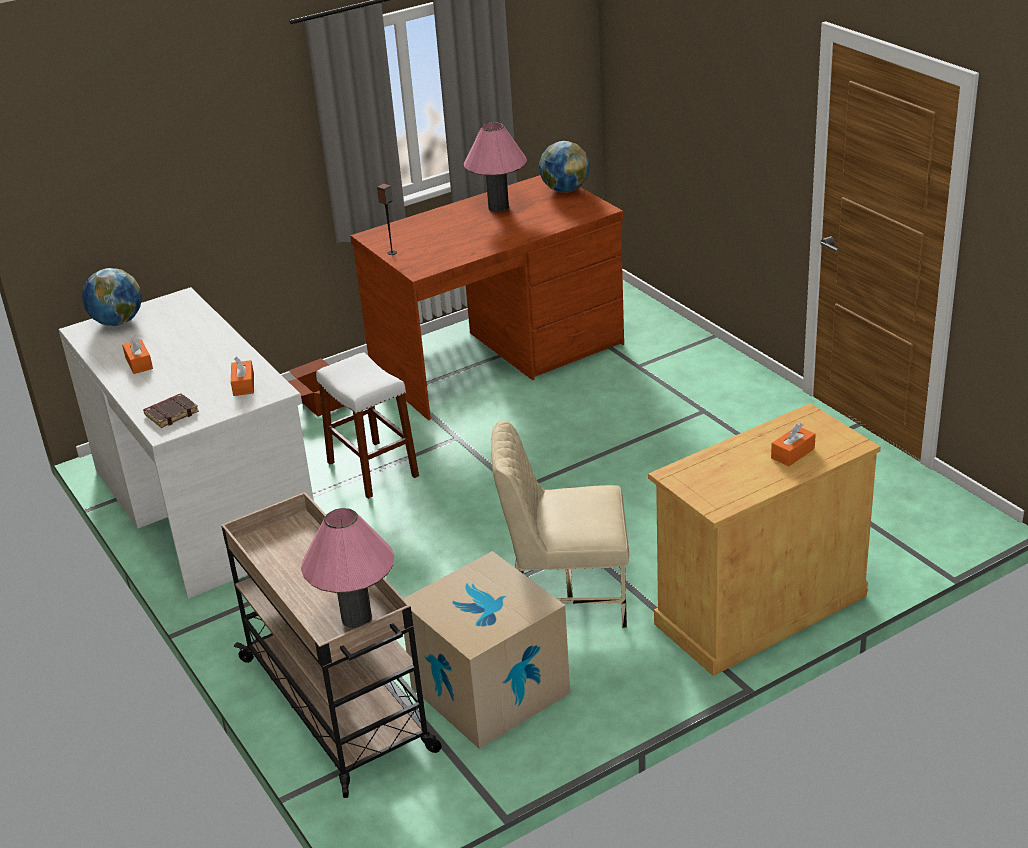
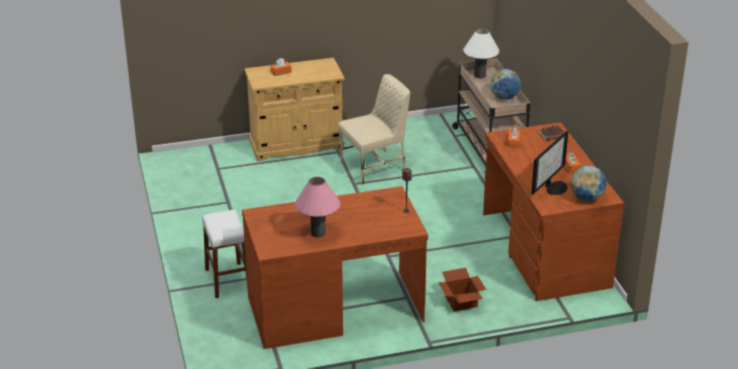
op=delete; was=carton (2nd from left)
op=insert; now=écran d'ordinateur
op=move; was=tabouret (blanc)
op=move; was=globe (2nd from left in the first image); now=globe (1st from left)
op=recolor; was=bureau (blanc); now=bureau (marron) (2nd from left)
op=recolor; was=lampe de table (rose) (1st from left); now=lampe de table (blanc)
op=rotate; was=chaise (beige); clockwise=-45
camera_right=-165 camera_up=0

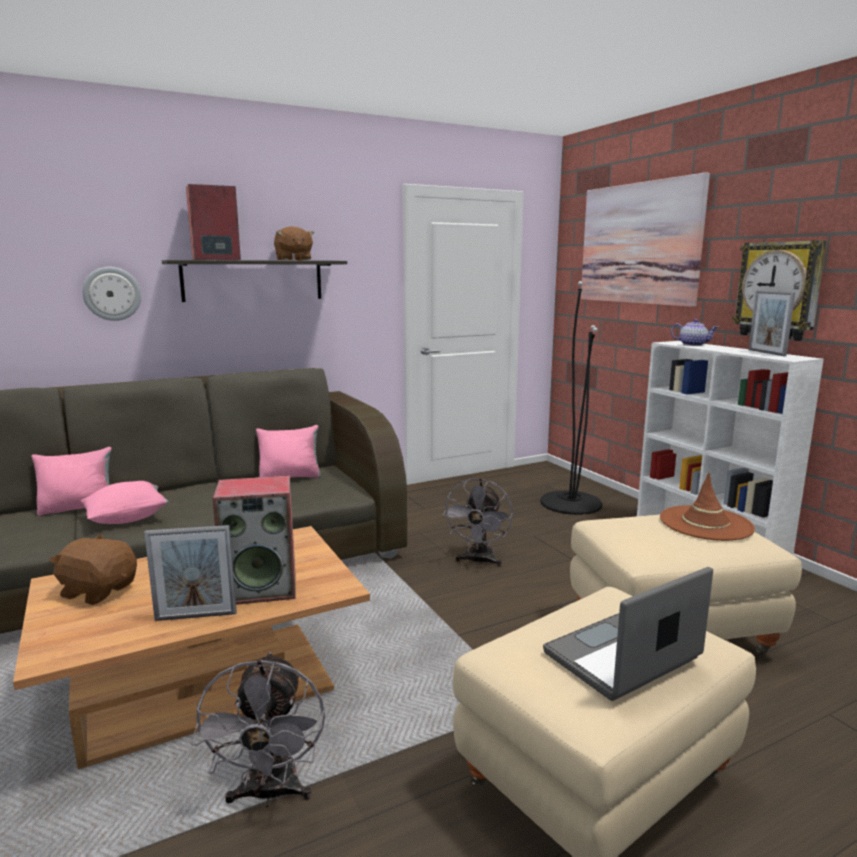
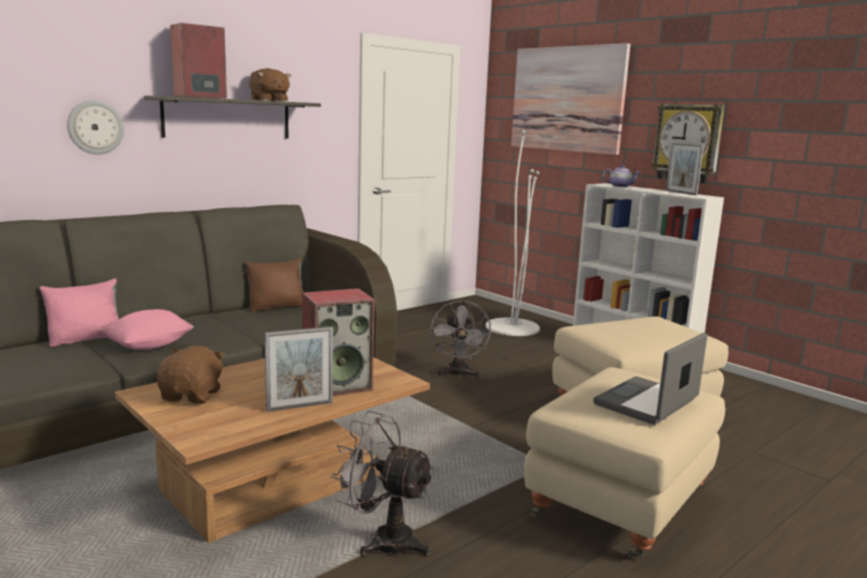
op=delete; was=chapeau (marron)
op=recolor; was=coussin (rose) (3rd from left); now=coussin (marron)
op=recolor; was=lampadaire (noir); now=lampadaire (blanc)
op=rotate; was=peluche (marron) (1st from left); clockwise=90
op=rotate; was=ventilateur (gris) (1st from left); clockwise=135
camera_right=-15 camera_up=0

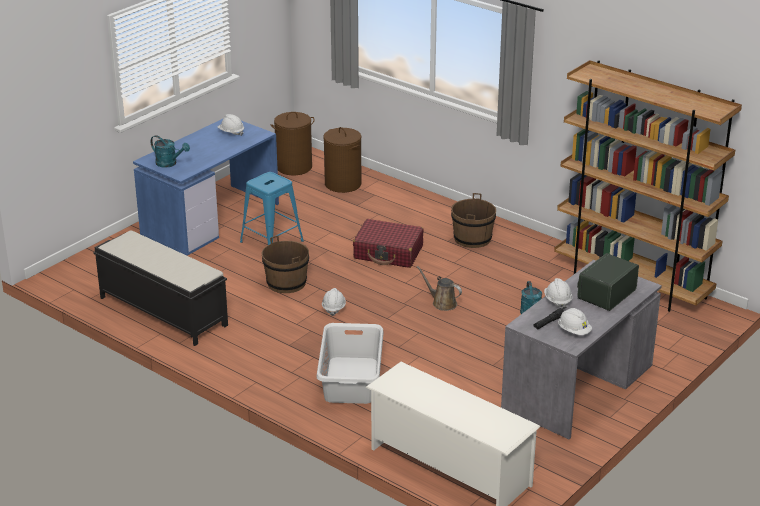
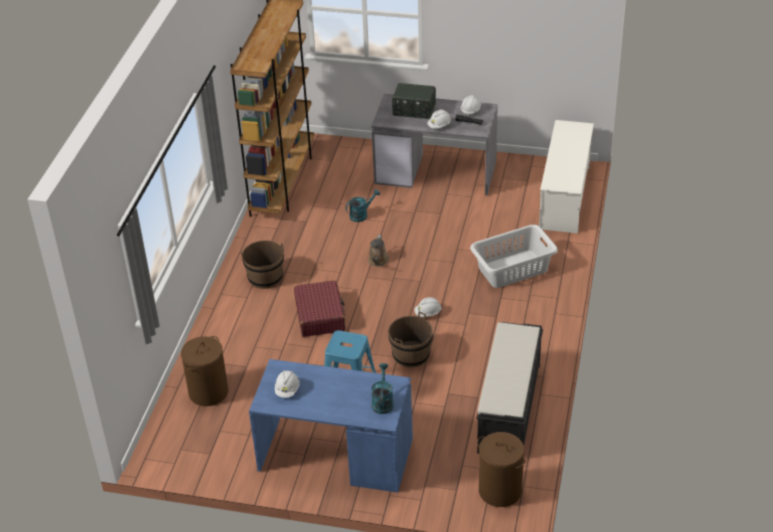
op=move; was=panier à linge (marron) (1st from left in the first image); now=panier à linge (marron) (2nd from left)
camera_right=-115 camera_up=10

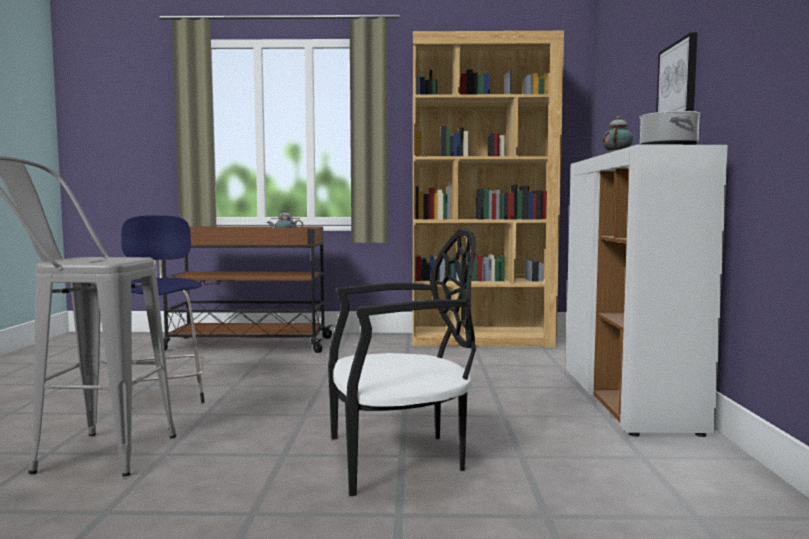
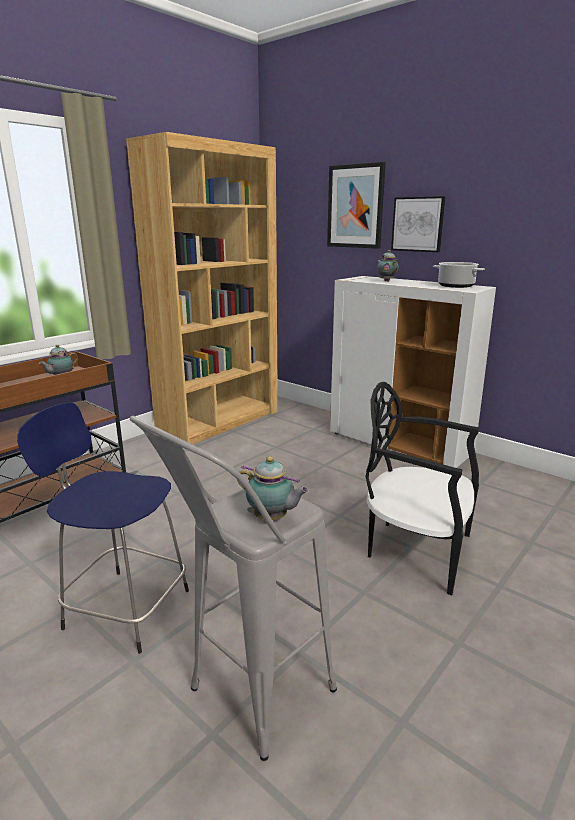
op=insert; now=théière (2nd from left)
op=insert; now=tableau (1st from left)
op=rotate; was=chaise (noir); clockwise=-90
camera_right=-50 camera_up=15

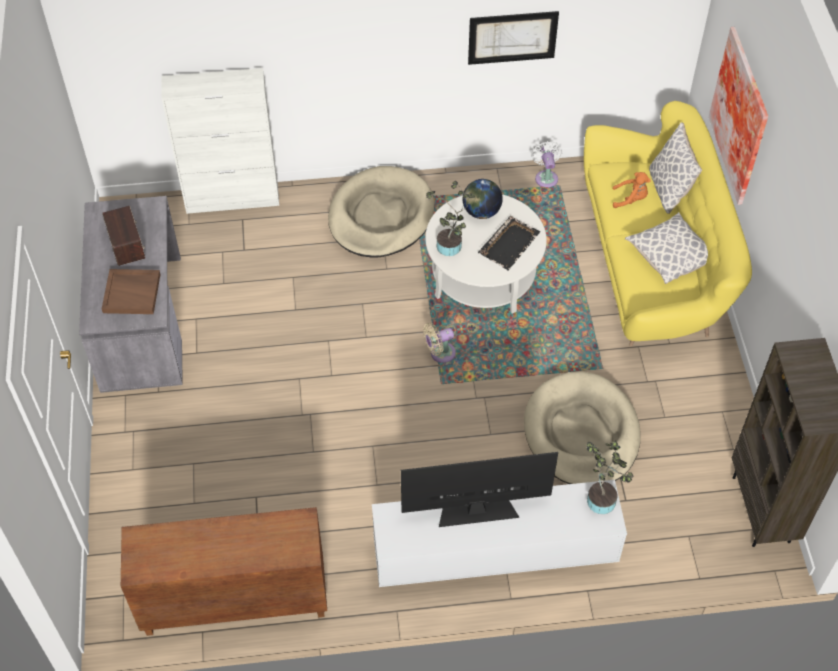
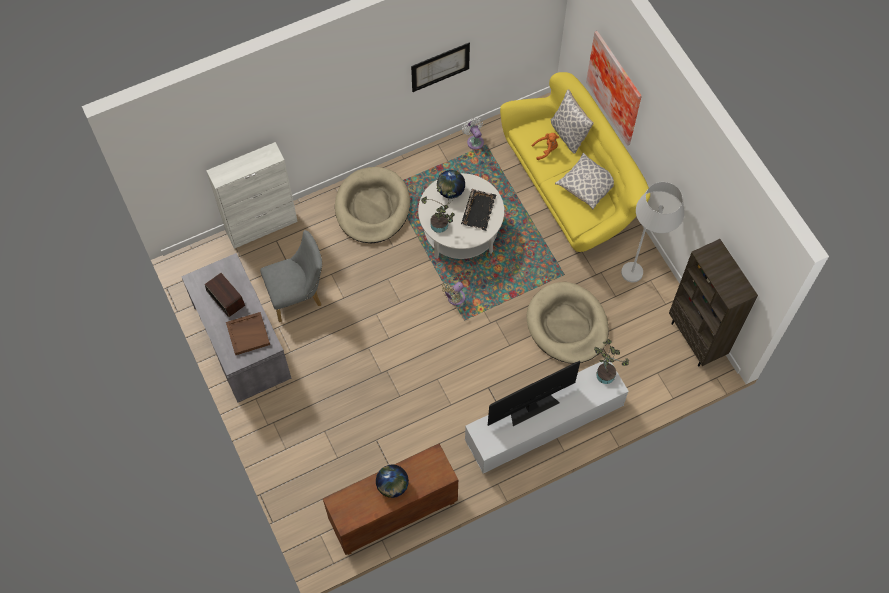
op=insert; now=chaise (gris)
op=insert; now=globe (1st from left)
op=insert; now=lampadaire (blanc)
camera_right=-20 camera_up=10

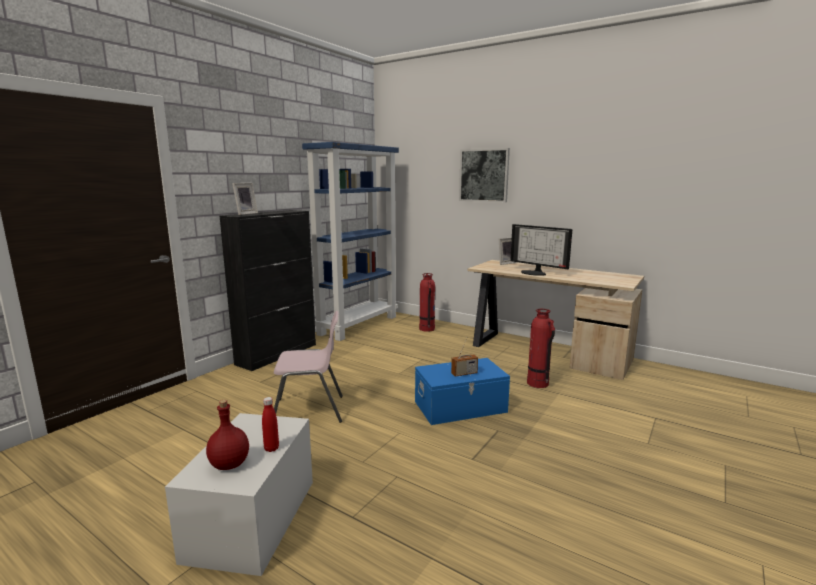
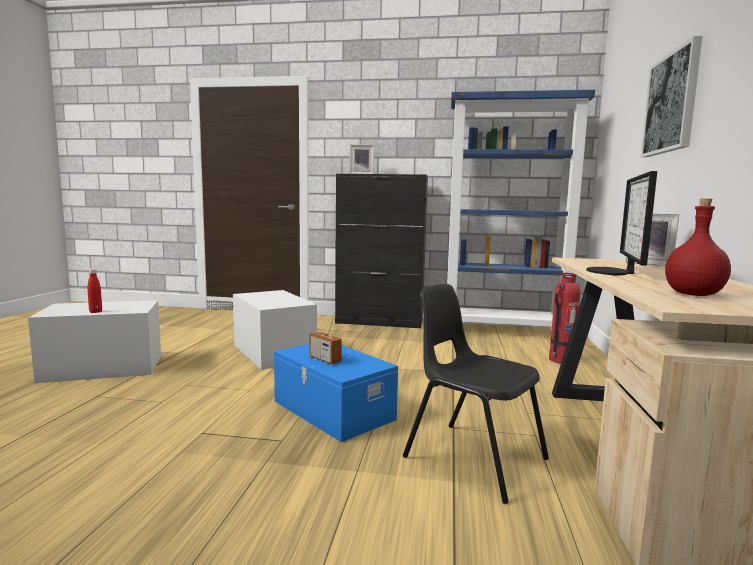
op=move; was=bouteille (rouge) (1st from left in the first image); now=bouteille (rouge) (2nd from left)
op=replace; was=chaise (rose); now=boîte de rangement (blanc) (2nd from left)
op=replace; was=extincteur (2nd from left); now=chaise (noir)
camera_right=65 camera_up=-5

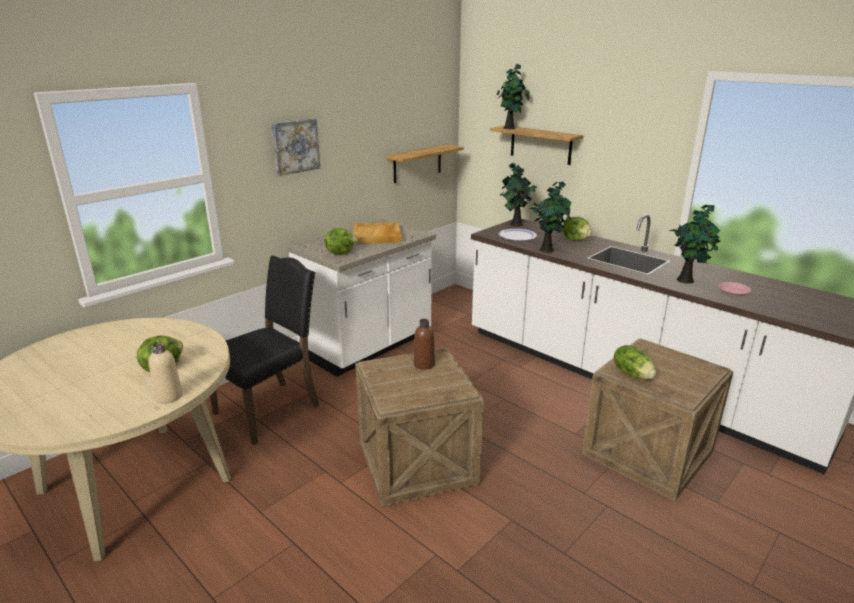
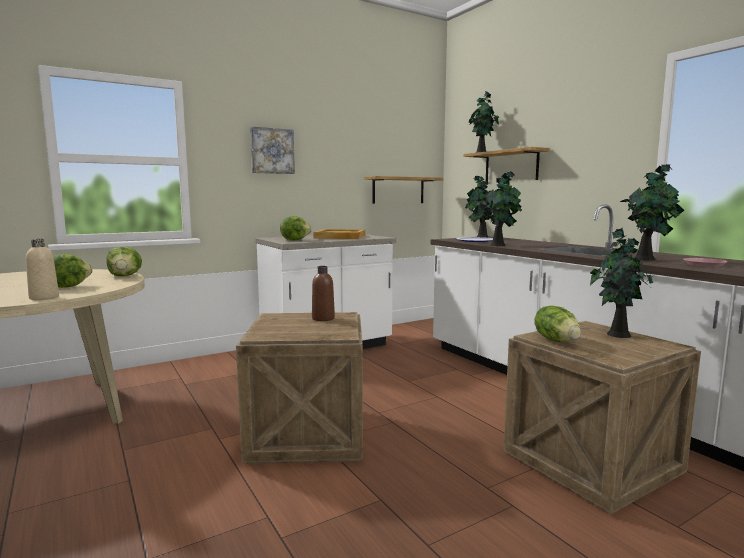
op=delete; was=chaise (noir)
op=insert; now=plante en pot (4th from left)
op=move; was=laitue (3rd from left in the first image); now=laitue (2nd from left)
camera_right=15 camera_up=-15

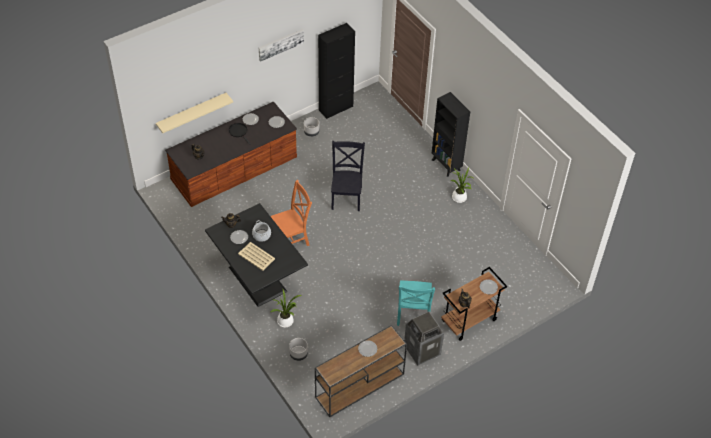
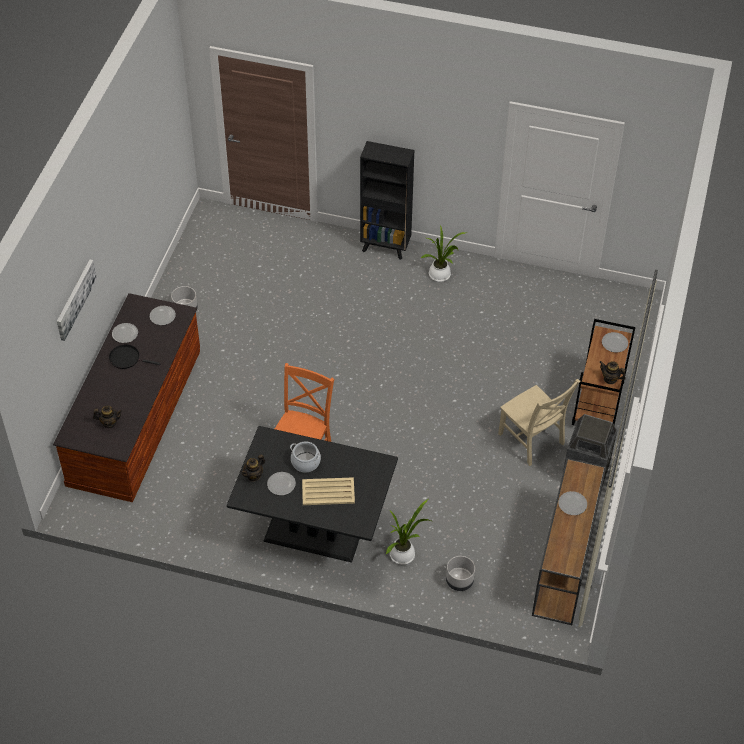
op=delete; was=étagère (beige)
op=delete; was=meuble de rangement (noir)
op=delete; was=chaise (noir)
op=move; was=tableau
op=recolor; was=chaise (turquoise); now=chaise (beige)
camera_right=-40 camera_up=0

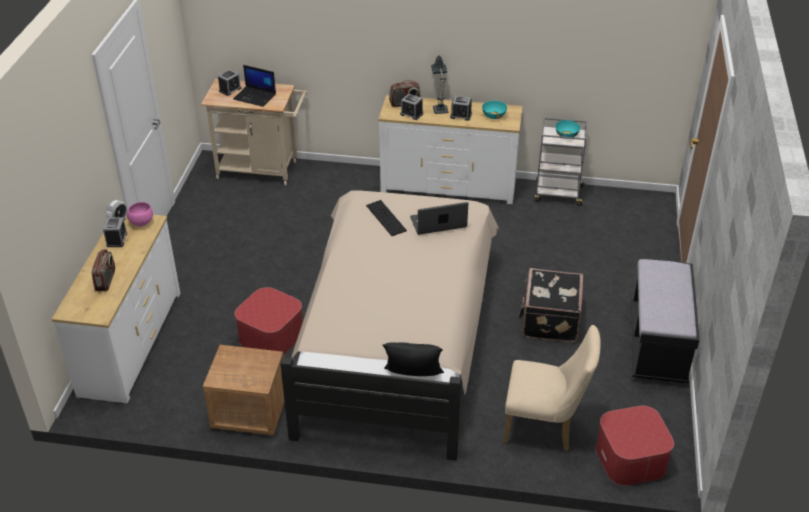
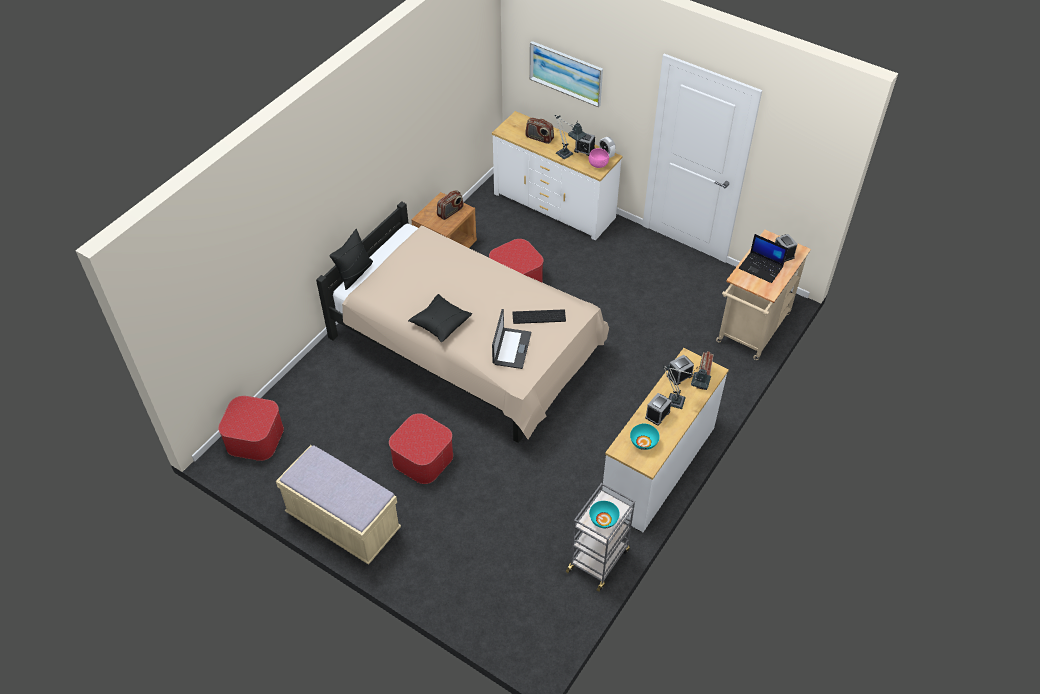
op=delete; was=chaise (beige)
op=insert; now=coussin (noir) (2nd from left)
op=insert; now=radio (1st from left)
op=insert; now=tableau
op=insert; now=lampe de table (1st from left)
op=replace; was=valise (noir); now=pouf (2nd from left)
op=recolor; was=banc (noir); now=banc (beige)
op=rotate; was=ordinateur portable (1st from left in the first image); clockwise=-105
camera_right=115 camera_up=10

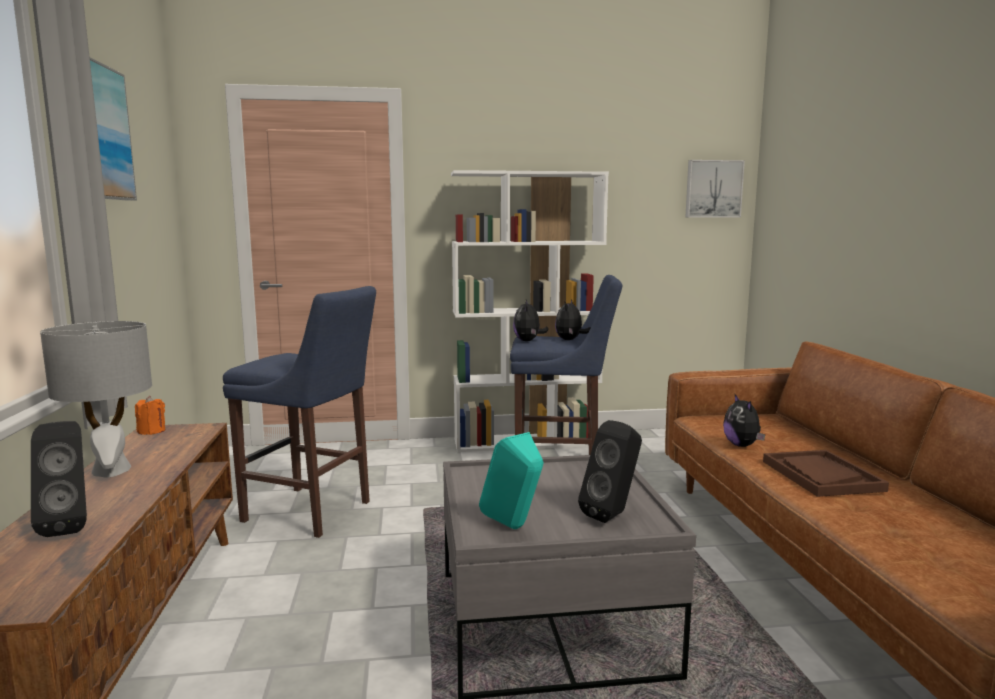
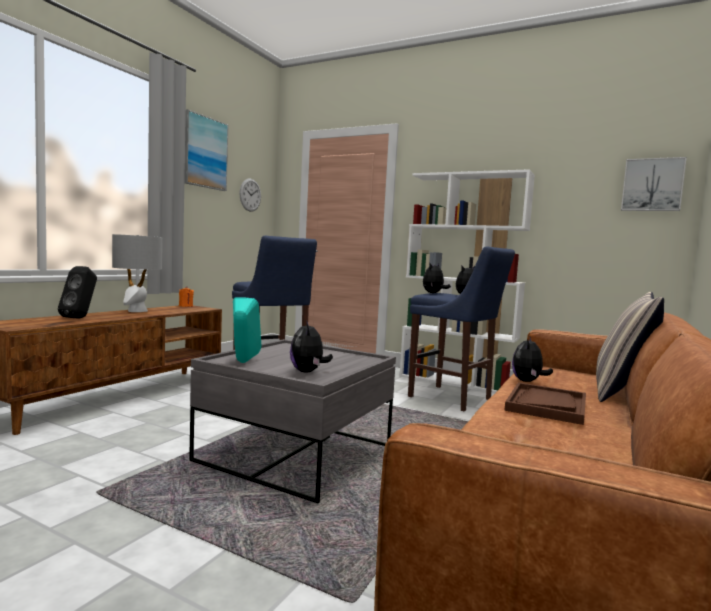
op=insert; now=horloge murale
op=insert; now=coussin
op=replace; was=enceinte (noir) (2nd from left); now=peluche (1st from left)
camera_right=35 camera_up=-5

